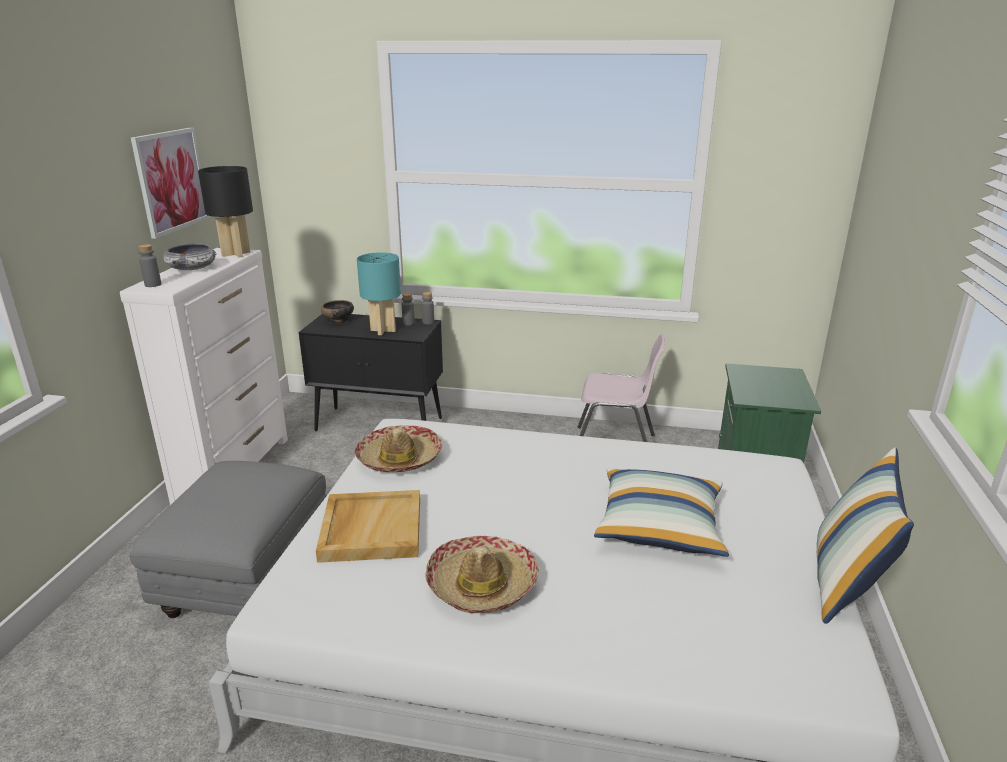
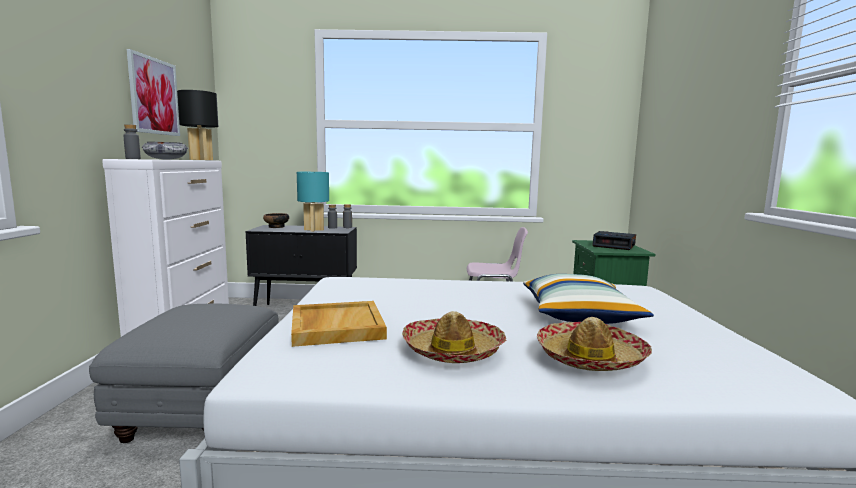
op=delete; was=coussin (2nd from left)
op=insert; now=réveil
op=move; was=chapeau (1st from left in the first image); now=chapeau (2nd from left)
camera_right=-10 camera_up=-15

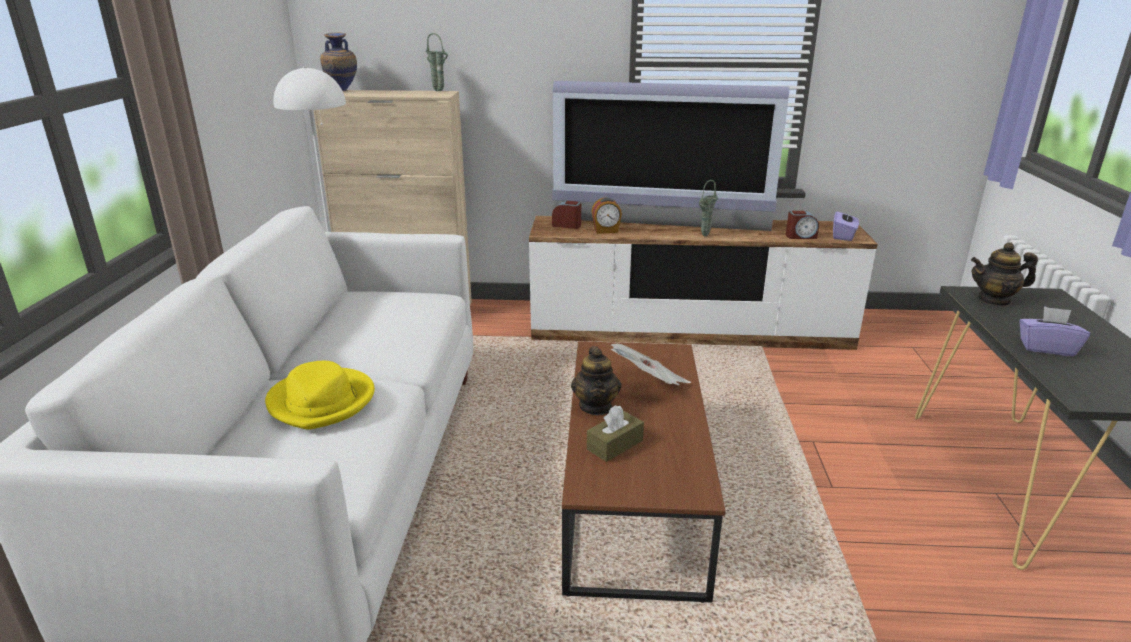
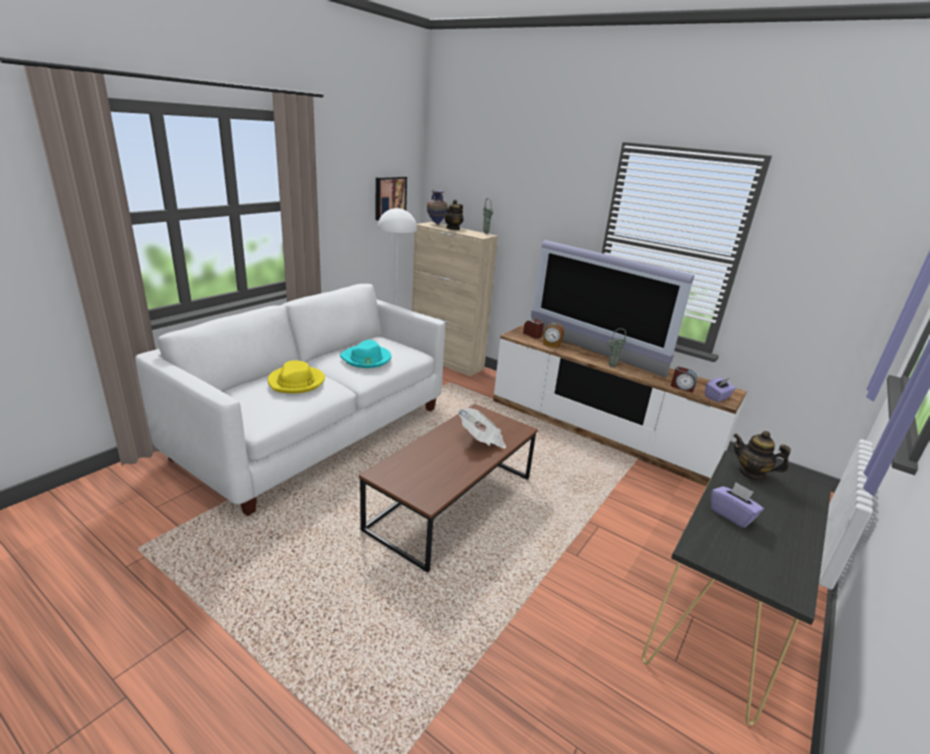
op=delete; was=boîte à mouchoirs (marron)
op=insert; now=chapeau (turquoise)
op=insert; now=tableau
op=move; was=théière (1st from left)
camera_right=30 camera_up=0

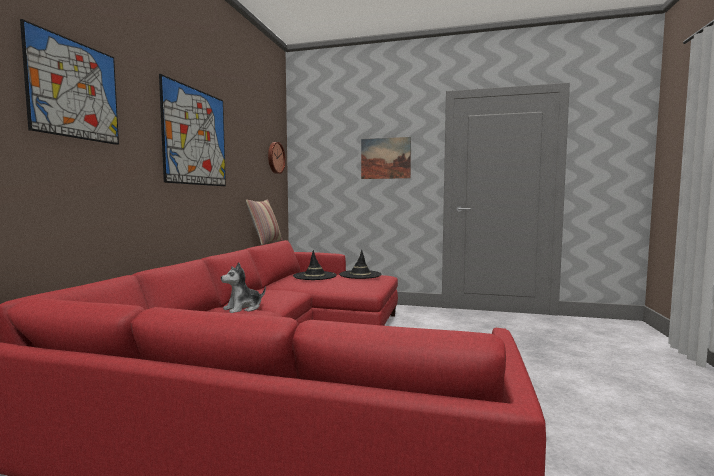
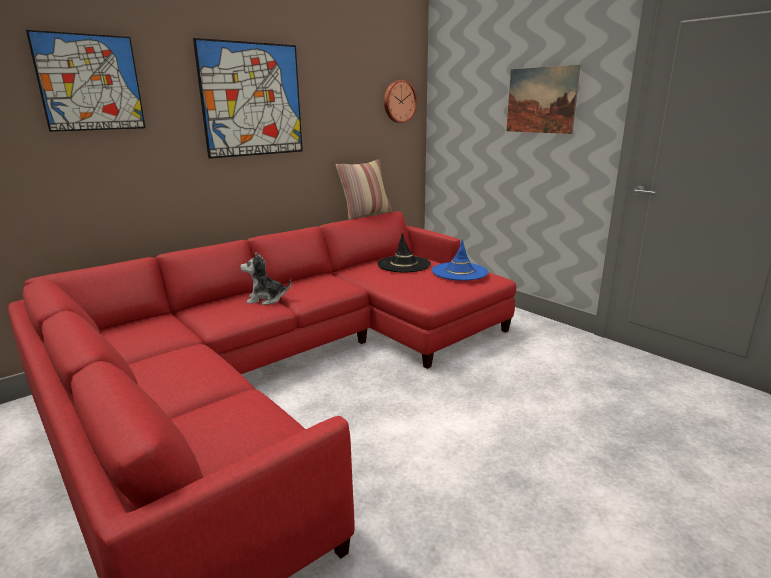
op=recolor; was=chapeau (noir) (2nd from left); now=chapeau (bleu)
camera_right=35 camera_up=15

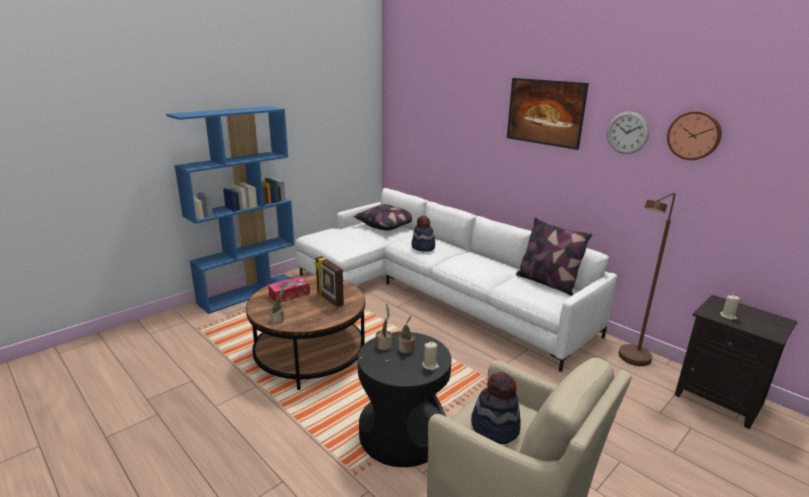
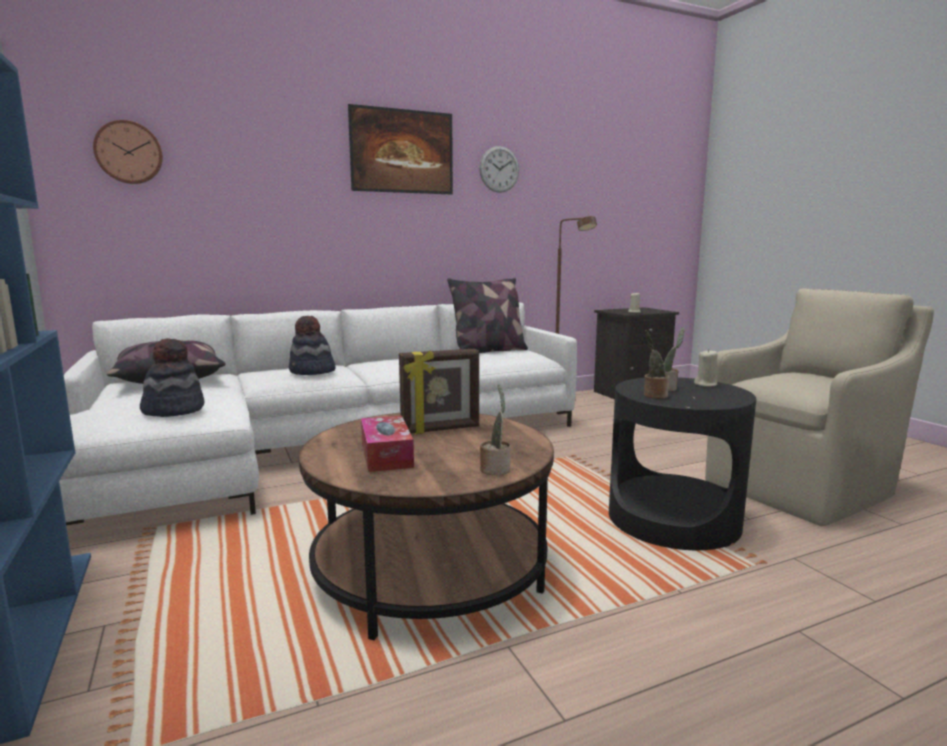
op=move; was=chapeau (2nd from left in the first image); now=chapeau (1st from left)
op=move; was=horloge murale (2nd from left in the first image); now=horloge murale (1st from left)
camera_right=-70 camera_up=-10

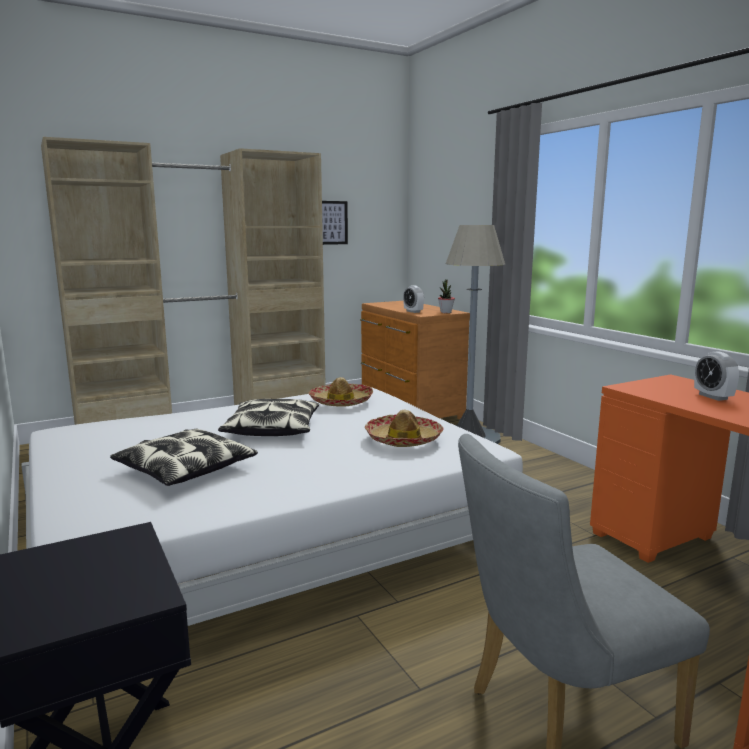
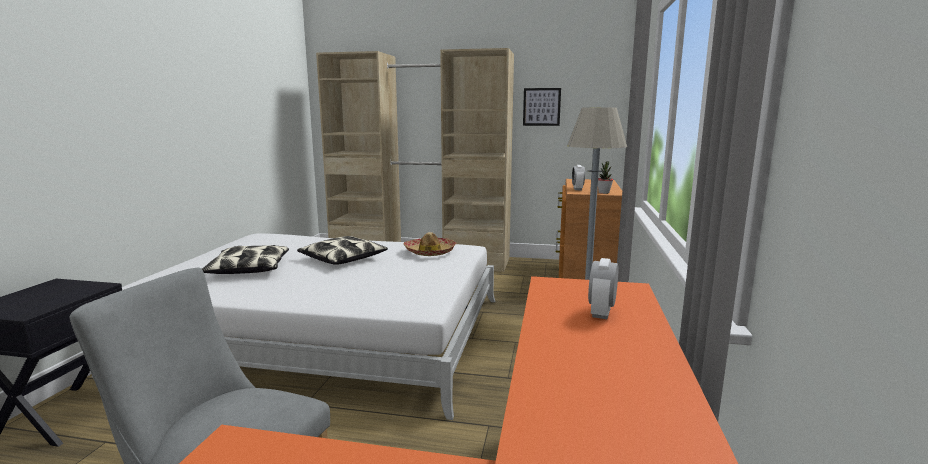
op=delete; was=chapeau (2nd from left)
camera_right=40 camera_up=0

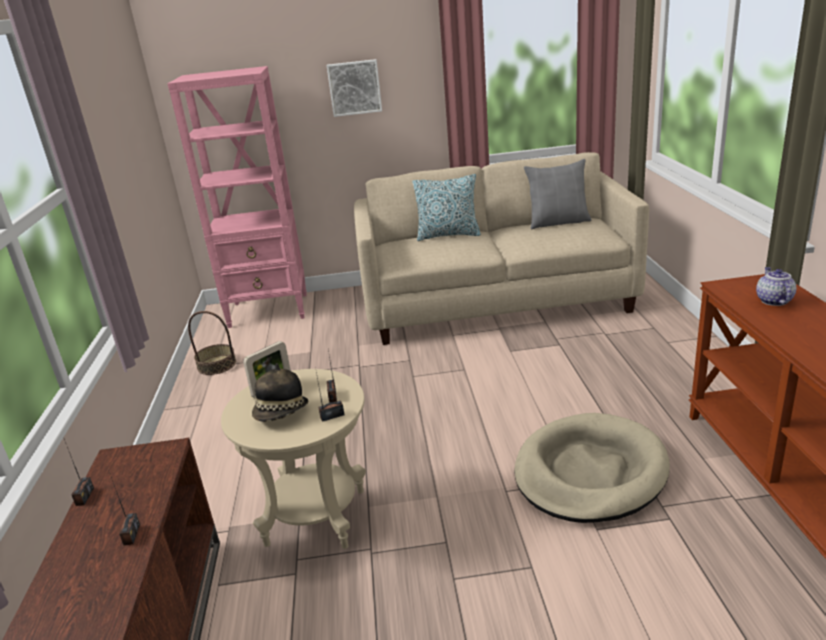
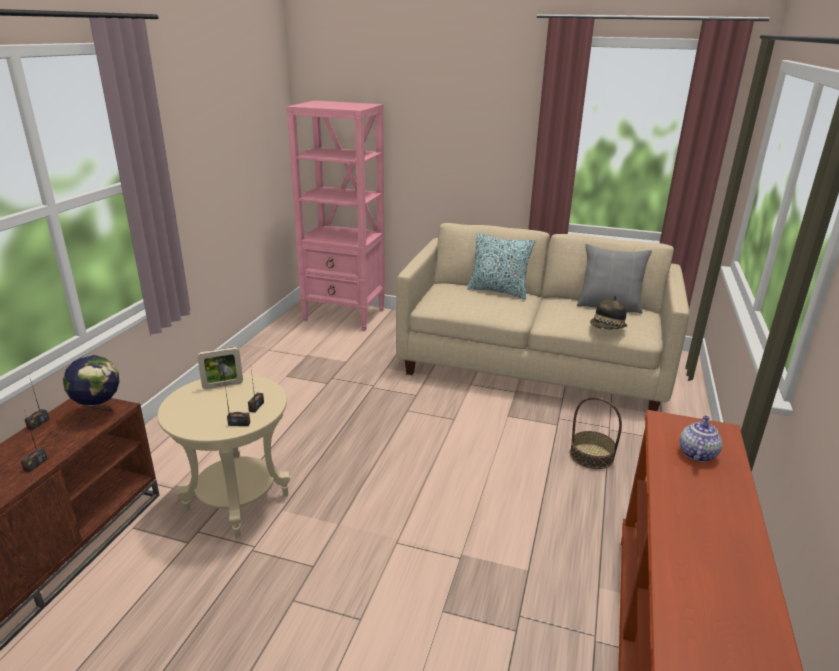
op=delete; was=tableau
op=delete; was=panier pour chien (beige)
op=insert; now=globe
op=move; was=panier
op=move; was=chapeau
camera_right=20 camera_up=0

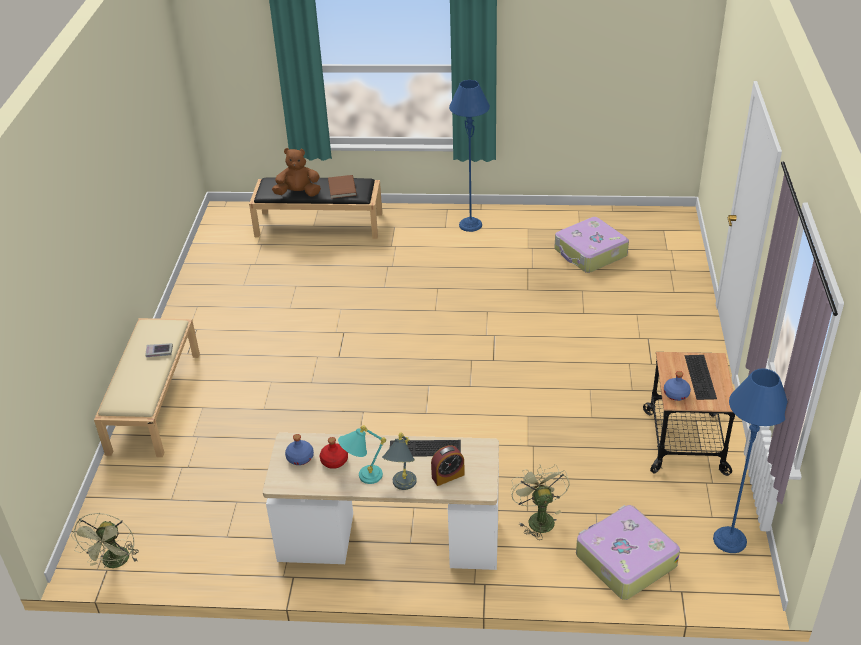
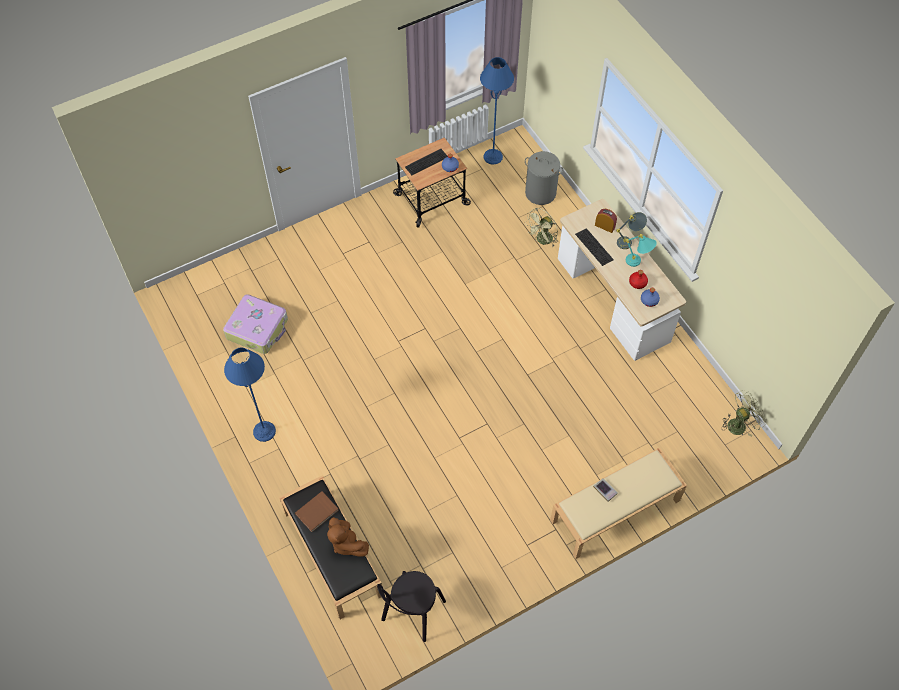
op=insert; now=chaise (noir)
op=replace; was=valise (2nd from left); now=panier à linge (gris)
camera_right=-125 camera_up=20

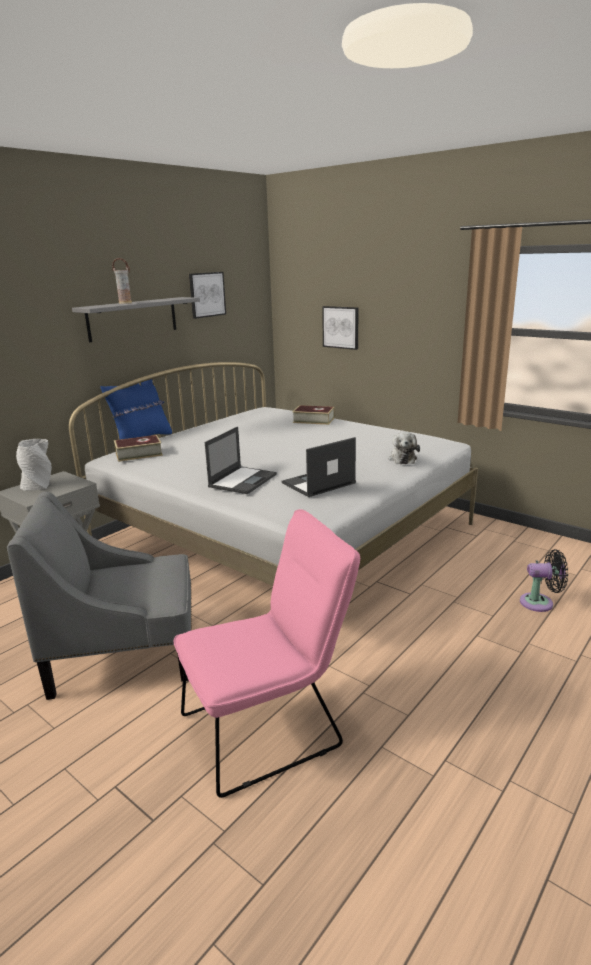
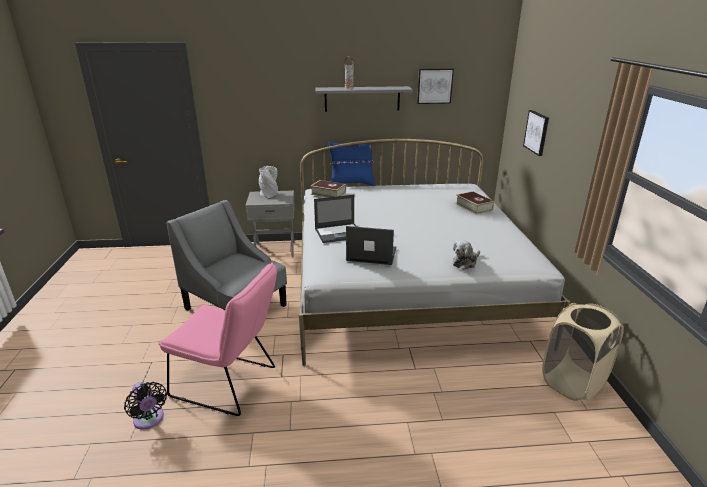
op=insert; now=panier à linge (beige)
op=move; was=ventilateur (noir)
camera_right=45 camera_up=5

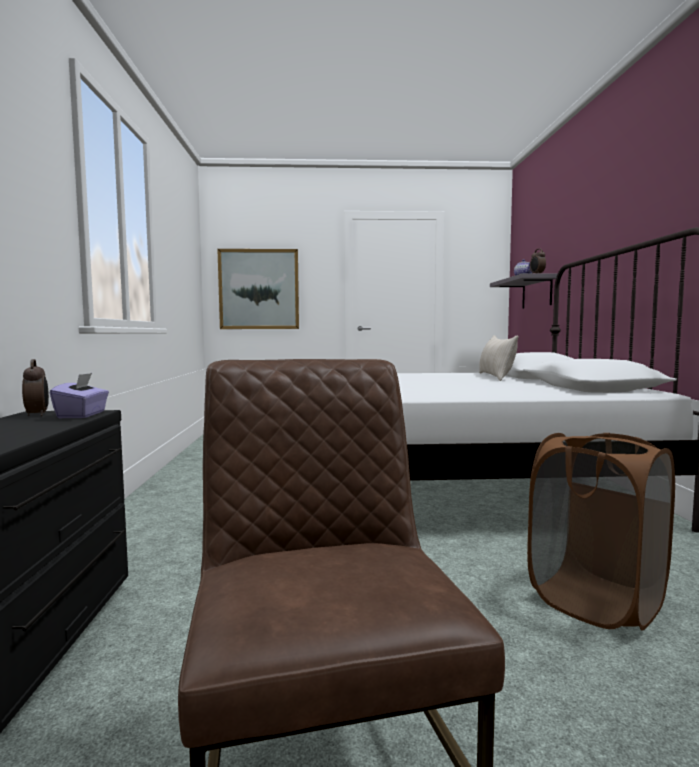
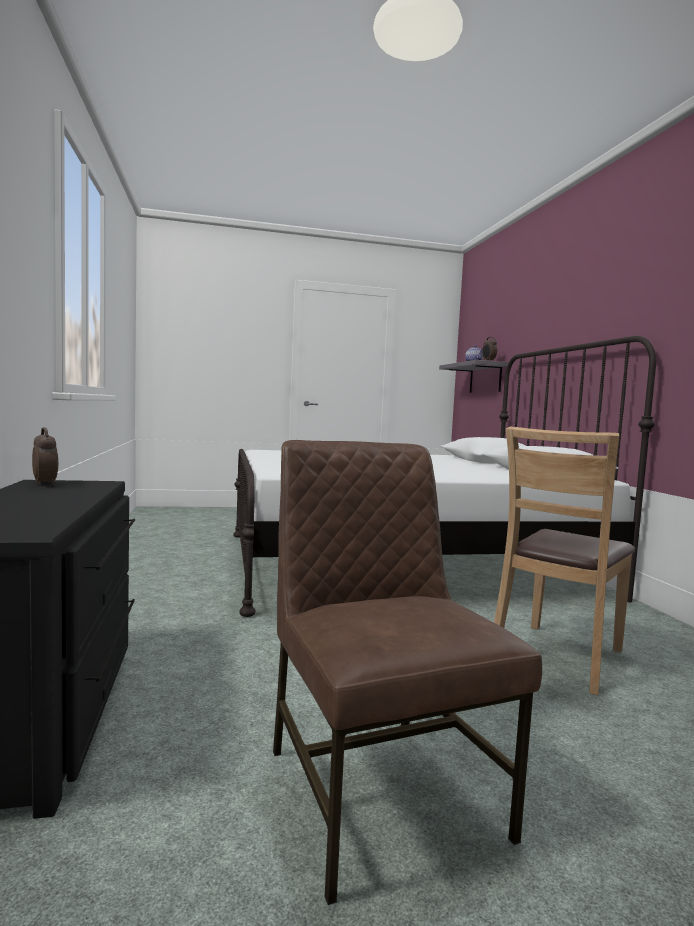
op=delete; was=boîte à mouchoirs (violet)
op=delete; was=tableau
op=delete; was=coussin (beige)
op=replace; was=panier à linge (marron); now=chaise (marron) (2nd from left)
camera_right=-10 camera_up=0

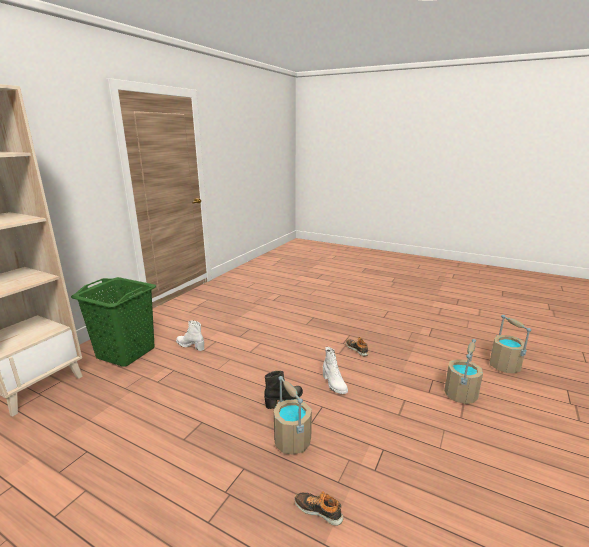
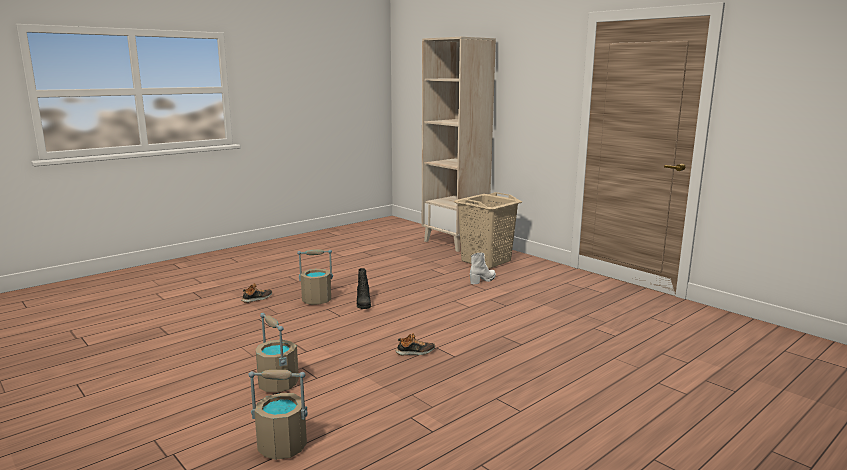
op=delete; was=botte (blanc) (2nd from left)
op=recolor; was=panier à linge (vert); now=panier à linge (beige)
camera_right=110 camera_up=-5

